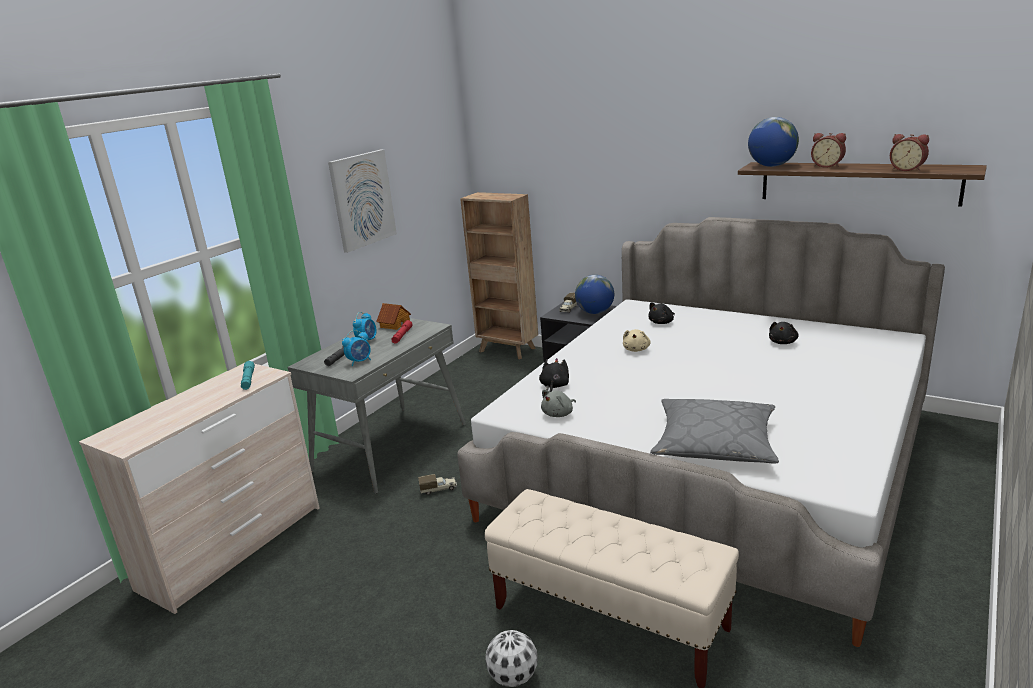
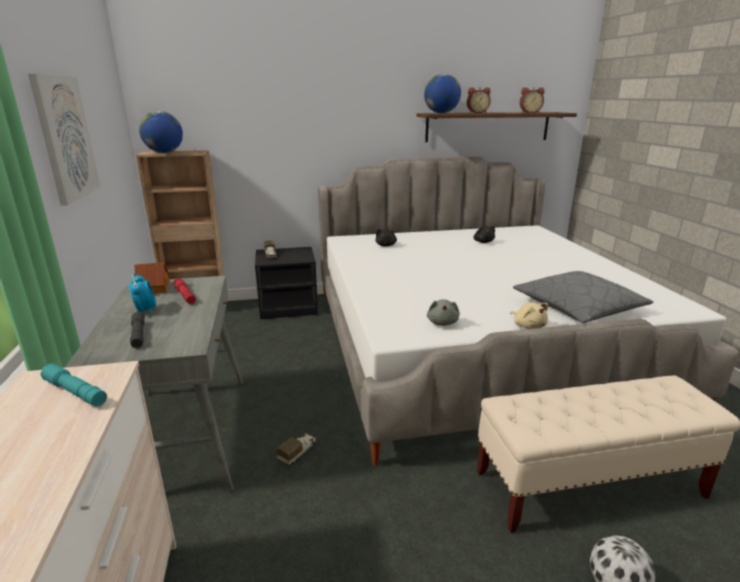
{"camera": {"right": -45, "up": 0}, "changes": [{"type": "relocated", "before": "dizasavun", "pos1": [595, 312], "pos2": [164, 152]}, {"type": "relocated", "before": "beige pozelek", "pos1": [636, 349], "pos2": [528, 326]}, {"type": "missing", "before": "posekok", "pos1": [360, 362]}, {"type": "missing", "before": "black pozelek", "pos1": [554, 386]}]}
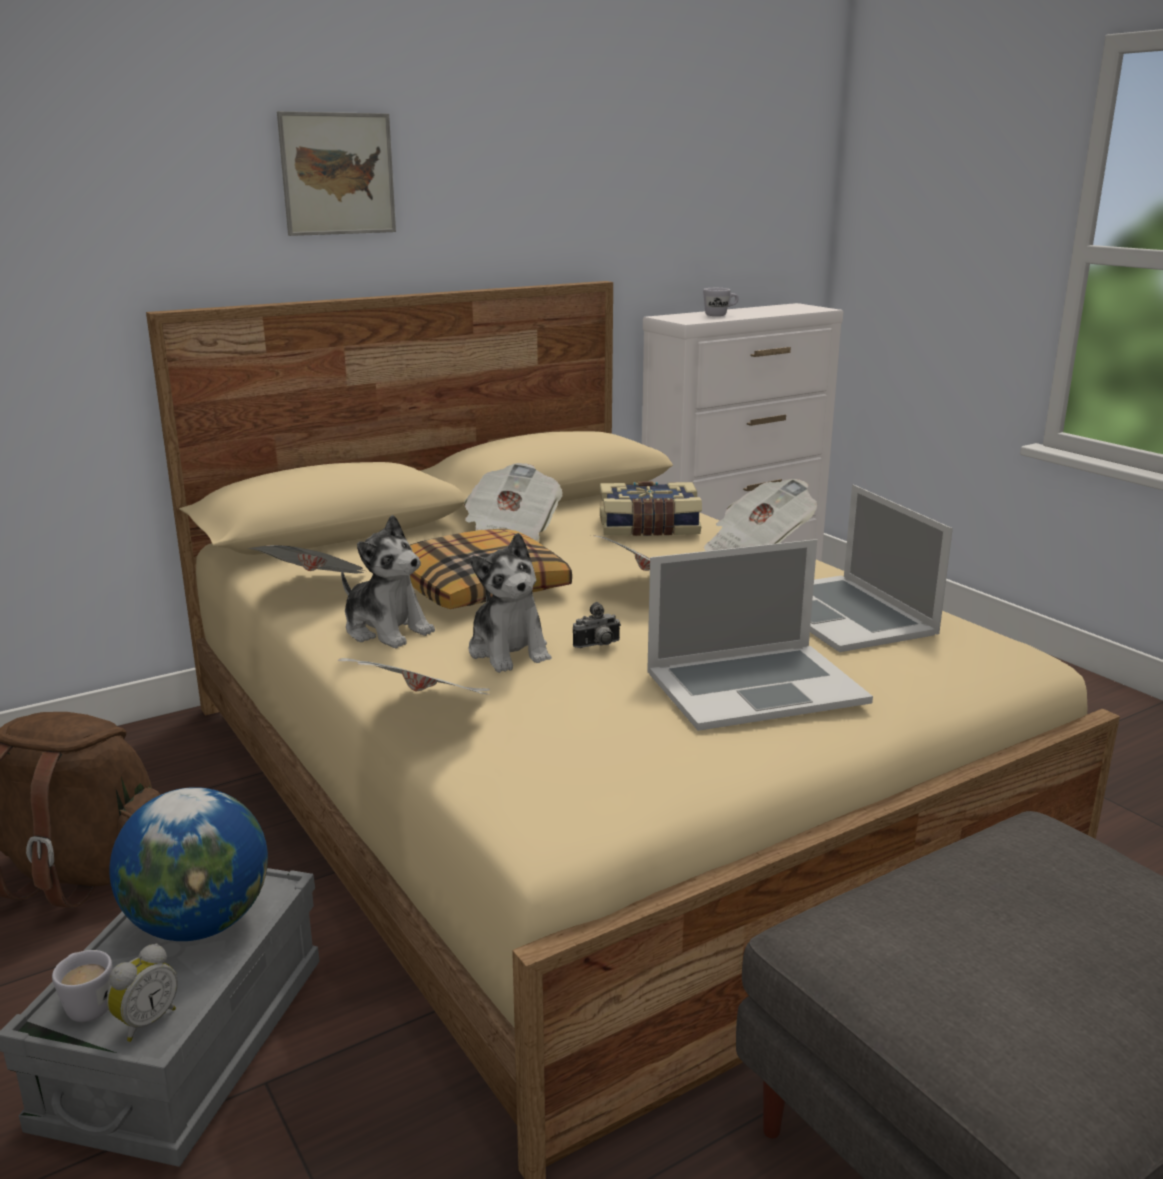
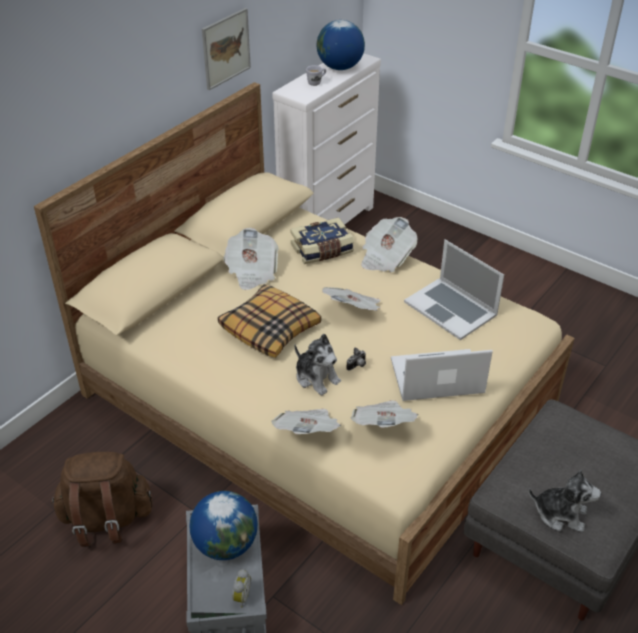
{"camera": {"right": -20, "up": 20}, "changes": [{"type": "relocated", "before": "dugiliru", "pos1": [337, 174], "pos2": [226, 48]}, {"type": "appeared", "after": "dizasavun", "pos2": [340, 67]}, {"type": "relocated", "before": "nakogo", "pos1": [316, 590], "pos2": [383, 426]}, {"type": "spun", "before": "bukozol", "pos1": [755, 686], "pos2": [437, 376], "turn": -150}, {"type": "relocated", "before": "pozelek", "pos1": [387, 630], "pos2": [560, 514]}, {"type": "missing", "before": "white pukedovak", "pos1": [87, 1004]}]}
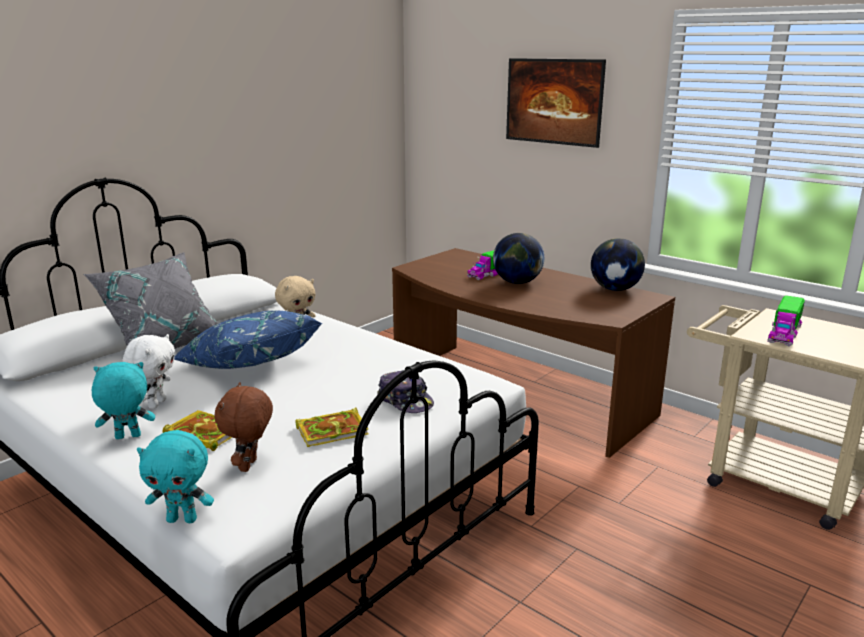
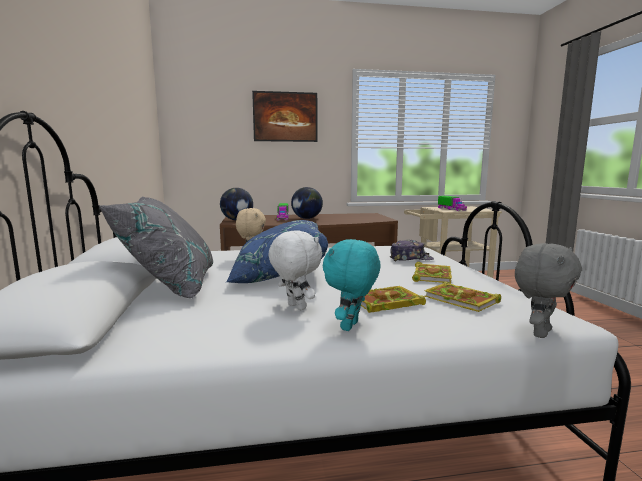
{"camera": {"right": -50, "up": -10}, "changes": [{"type": "relocated", "before": "dizasavun", "pos1": [615, 289], "pos2": [237, 220]}, {"type": "exchanged", "before": "brown pozelek", "after": "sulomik", "pos1": [249, 466], "pos2": [462, 300]}, {"type": "colour", "before": "turquoise pozelek", "after": "grey pozelek", "pos1": [183, 519], "pos2": [539, 332]}]}
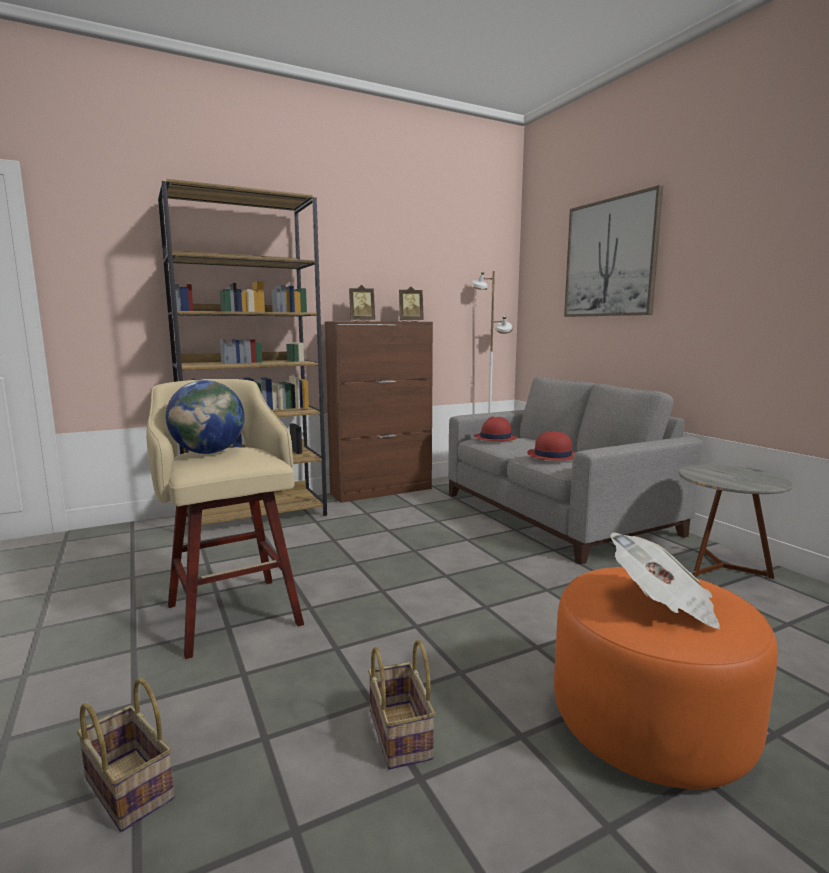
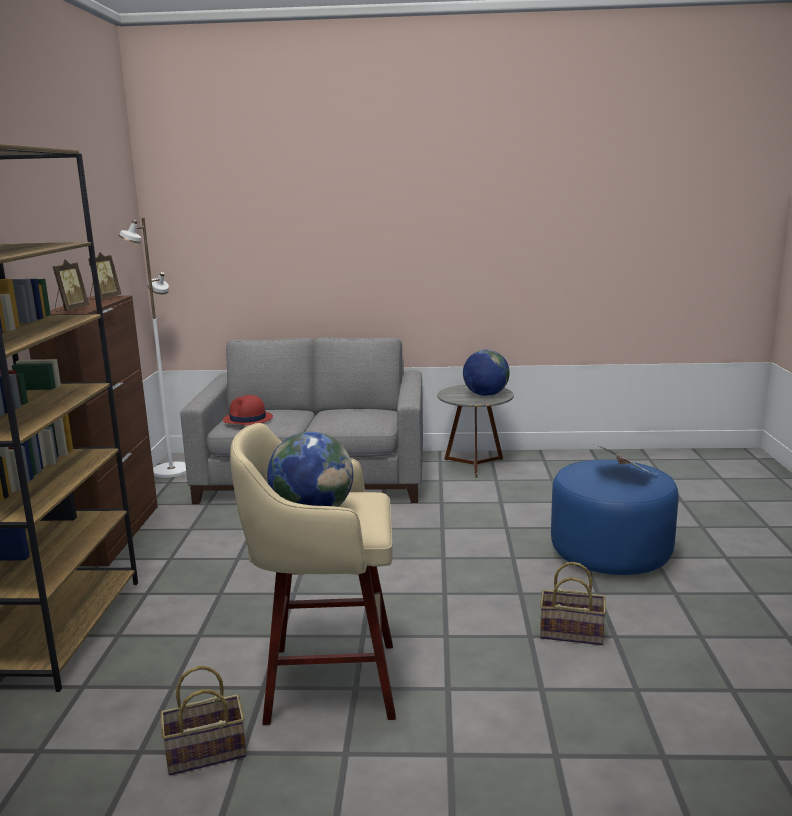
{"camera": {"right": -60, "up": 5}, "changes": [{"type": "relocated", "before": "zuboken", "pos1": [125, 788], "pos2": [204, 754]}, {"type": "appeared", "after": "dizasavun", "pos2": [485, 395]}, {"type": "colour", "before": "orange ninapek", "after": "blue ninapek", "pos1": [649, 724], "pos2": [610, 553]}, {"type": "missing", "before": "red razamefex", "pos1": [552, 456]}, {"type": "missing", "before": "dugiliru", "pos1": [610, 258]}]}
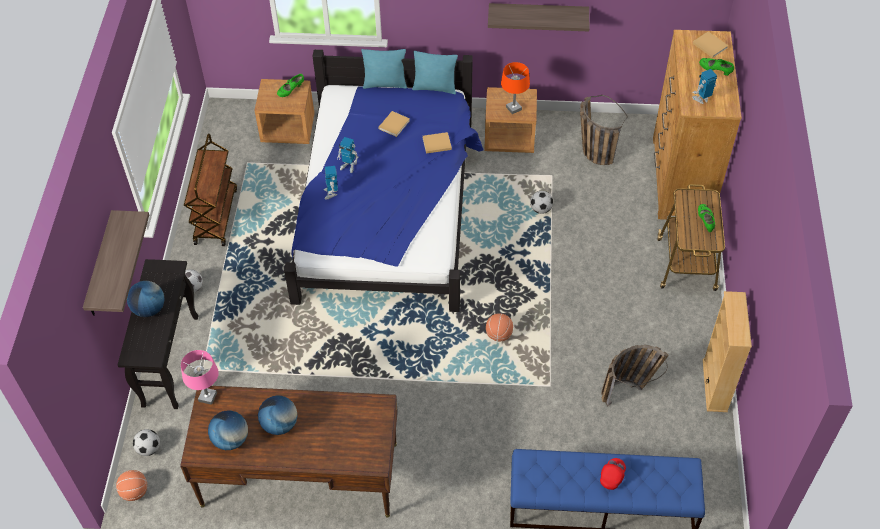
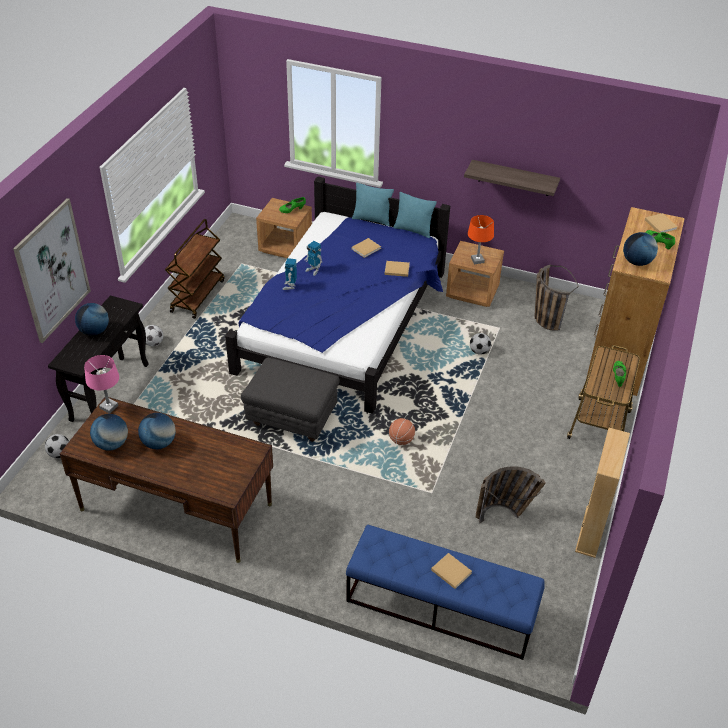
{"camera": {"right": 15, "up": -10}, "changes": [{"type": "exchanged", "before": "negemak", "after": "dugiliru", "pos1": [100, 266], "pos2": [52, 270]}, {"type": "appeared", "after": "grey ninapek", "pos2": [292, 419]}, {"type": "exchanged", "before": "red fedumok", "after": "beige sulomik", "pos1": [612, 476], "pos2": [450, 571]}, {"type": "exchanged", "before": "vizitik", "after": "dizasavun", "pos1": [701, 99], "pos2": [636, 262]}, {"type": "missing", "before": "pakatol", "pos1": [134, 492]}]}
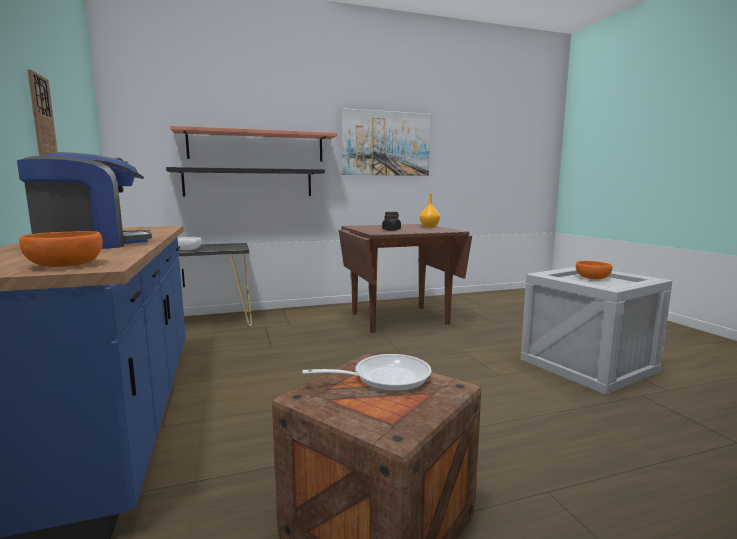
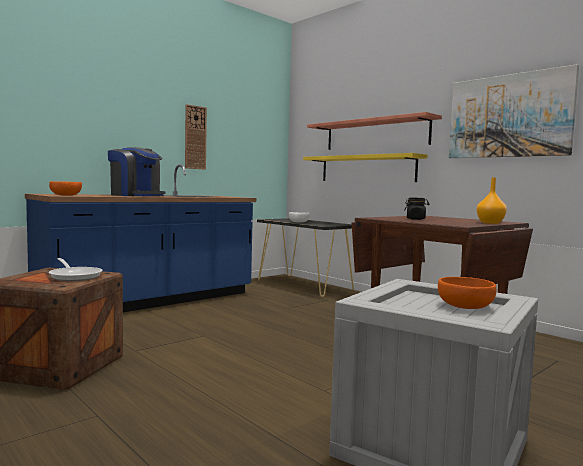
{"camera": {"right": 65, "up": -5}, "changes": [{"type": "colour", "before": "black negemak", "after": "yellow negemak", "pos1": [249, 182], "pos2": [366, 169]}]}
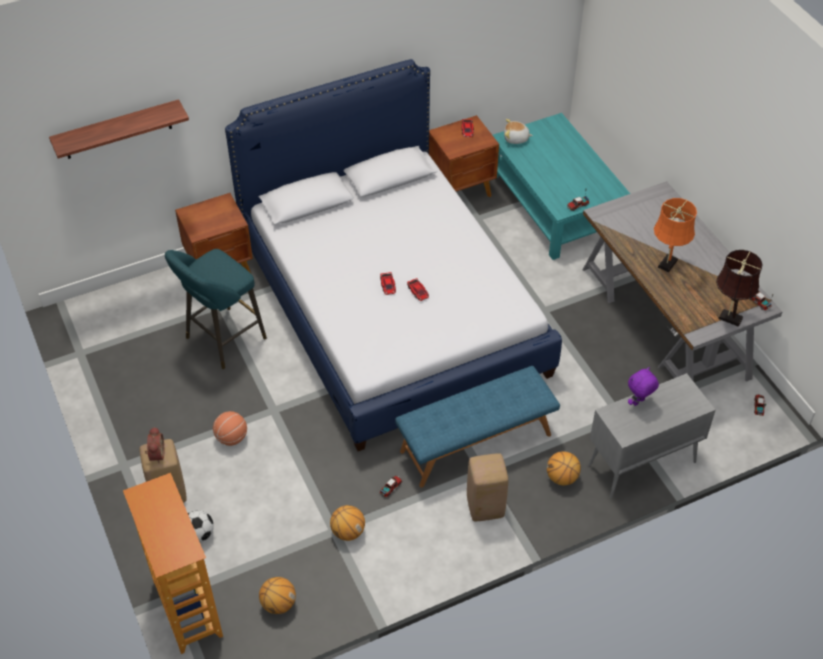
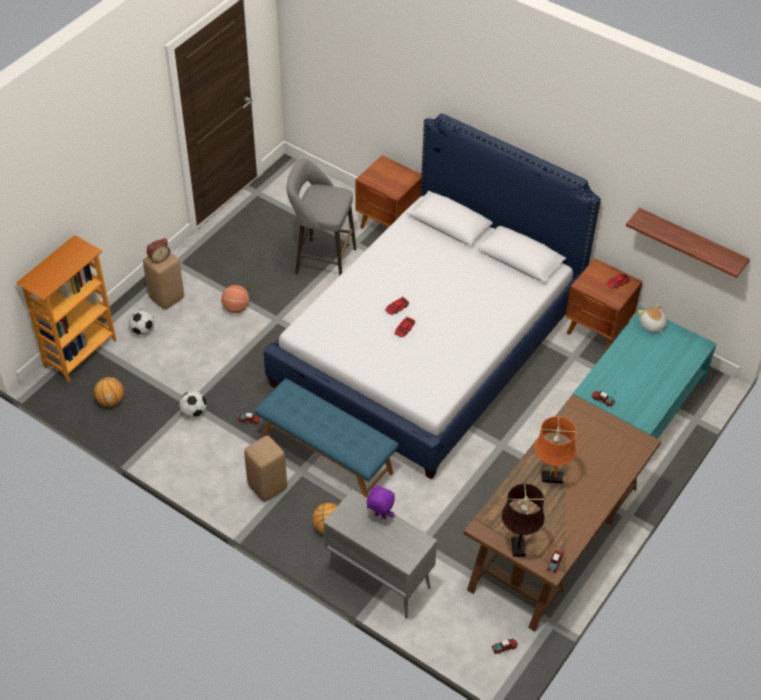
{"camera": {"right": 60, "up": 0}, "changes": [{"type": "exchanged", "before": "pakatol", "after": "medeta", "pos1": [348, 532], "pos2": [194, 412]}, {"type": "colour", "before": "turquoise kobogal", "after": "grey kobogal", "pos1": [222, 340], "pos2": [322, 260]}, {"type": "colour", "before": "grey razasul", "after": "brown razasul", "pos1": [665, 322], "pos2": [555, 539]}, {"type": "relocated", "before": "negemak", "pos1": [117, 130], "pos2": [691, 243]}]}
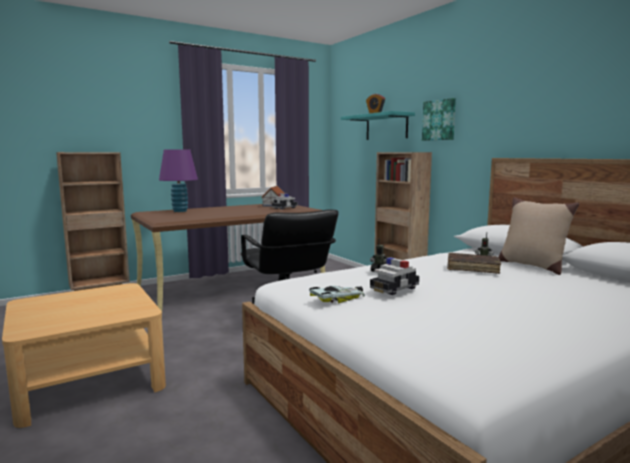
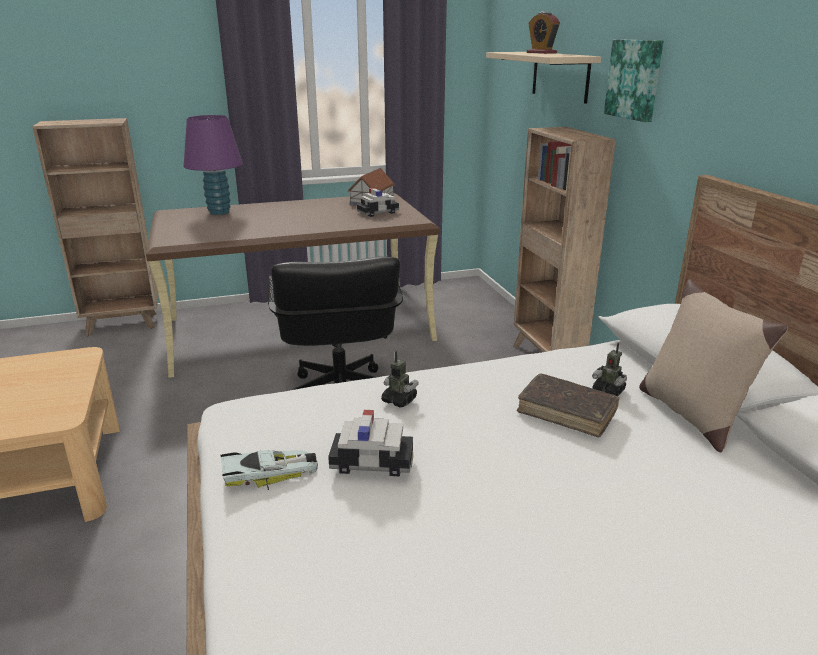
{"camera": {"right": 15, "up": 15}, "changes": [{"type": "spun", "before": "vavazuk", "pos1": [394, 289], "pos2": [372, 462], "turn": -150}, {"type": "colour", "before": "turquoise negemak", "after": "beige negemak", "pos1": [386, 127], "pos2": [560, 76]}]}
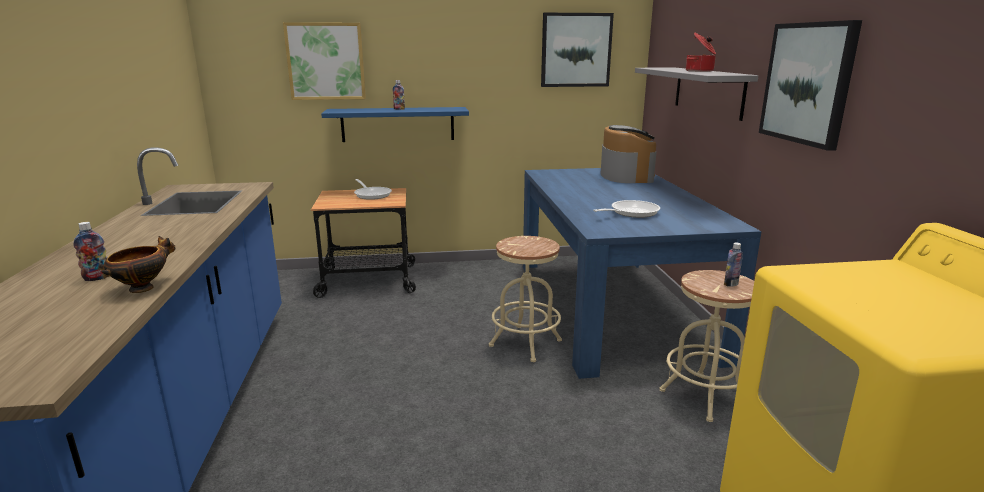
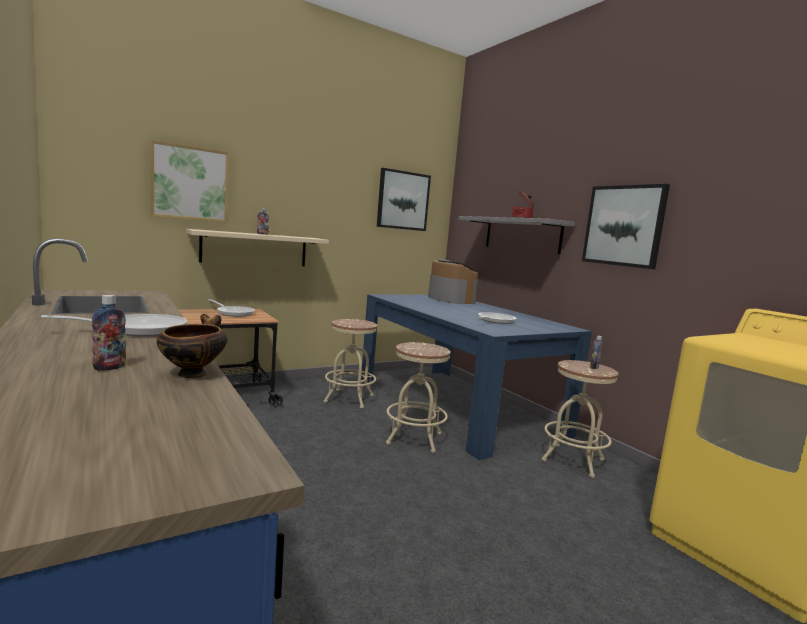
{"camera": {"right": -25, "up": -10}, "changes": [{"type": "appeared", "after": "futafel", "pos2": [138, 330]}, {"type": "colour", "before": "blue negemak", "after": "beige negemak", "pos1": [398, 124], "pos2": [255, 249]}, {"type": "appeared", "after": "beige kobogal", "pos2": [349, 398]}]}
